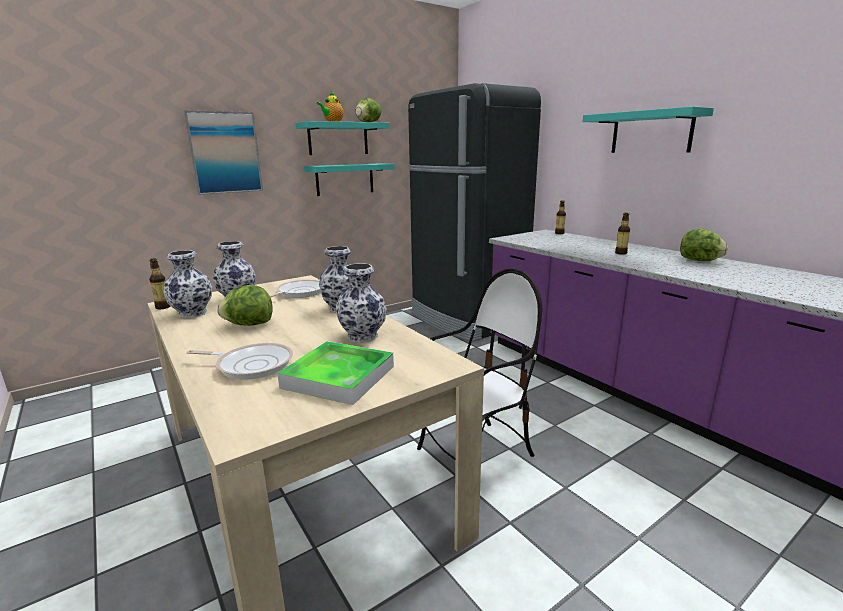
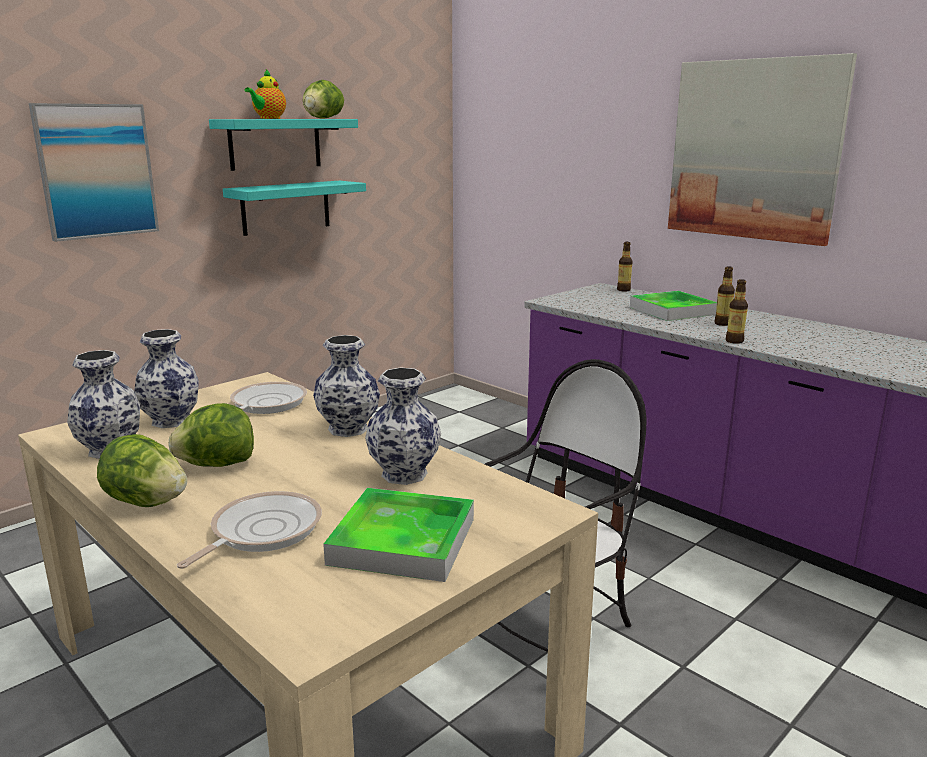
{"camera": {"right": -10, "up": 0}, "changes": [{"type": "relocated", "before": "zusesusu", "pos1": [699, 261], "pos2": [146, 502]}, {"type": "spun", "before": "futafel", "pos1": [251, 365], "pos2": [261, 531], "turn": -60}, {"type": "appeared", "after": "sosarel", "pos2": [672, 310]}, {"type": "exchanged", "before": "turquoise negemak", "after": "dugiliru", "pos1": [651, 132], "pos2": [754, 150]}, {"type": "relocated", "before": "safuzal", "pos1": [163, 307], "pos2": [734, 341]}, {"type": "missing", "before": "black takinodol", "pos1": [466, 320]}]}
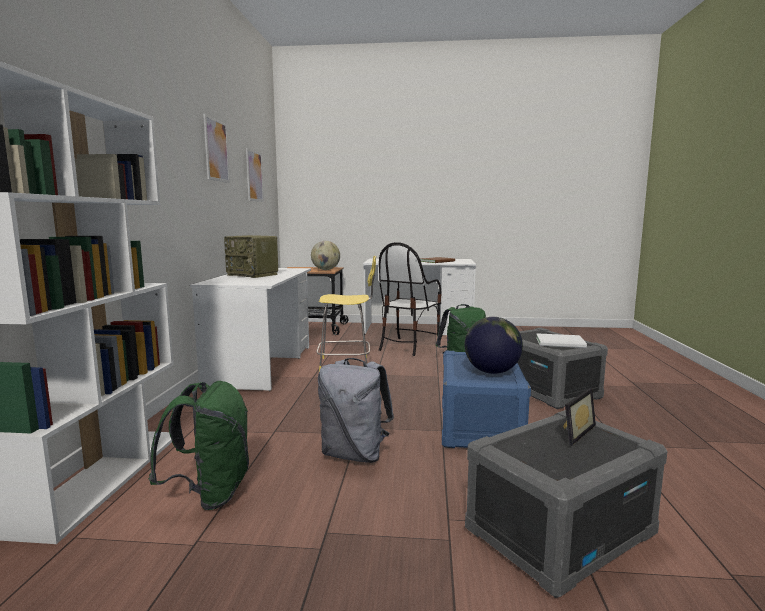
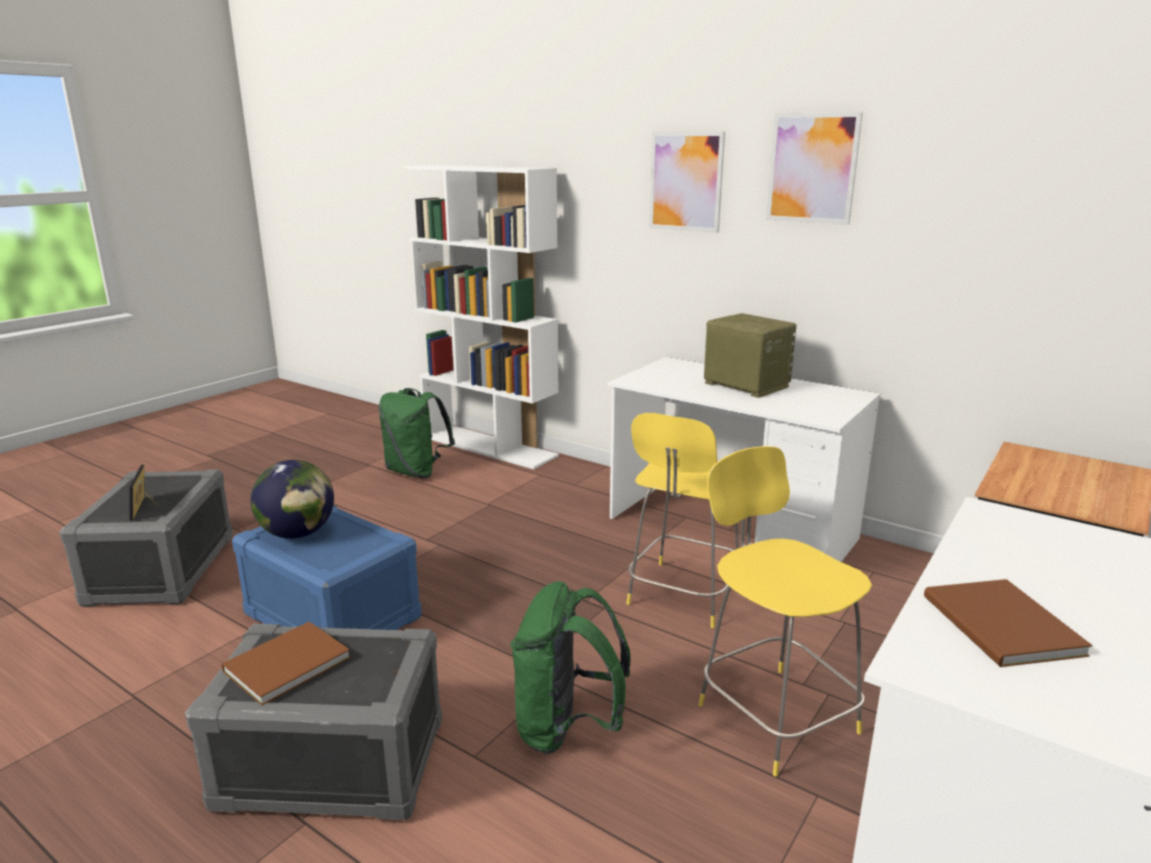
{"camera": {"right": 120, "up": 10}, "changes": [{"type": "colour", "before": "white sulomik", "after": "brown sulomik", "pos1": [561, 343], "pos2": [283, 664]}, {"type": "relocated", "before": "dugiliru", "pos1": [254, 176], "pos2": [685, 182]}, {"type": "exchanged", "before": "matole", "after": "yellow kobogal", "pos1": [408, 346], "pos2": [773, 715]}, {"type": "spun", "before": "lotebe", "pos1": [253, 275], "pos2": [744, 385], "turn": 75}, {"type": "missing", "before": "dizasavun", "pos1": [326, 270]}, {"type": "missing", "before": "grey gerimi", "pos1": [355, 454]}]}
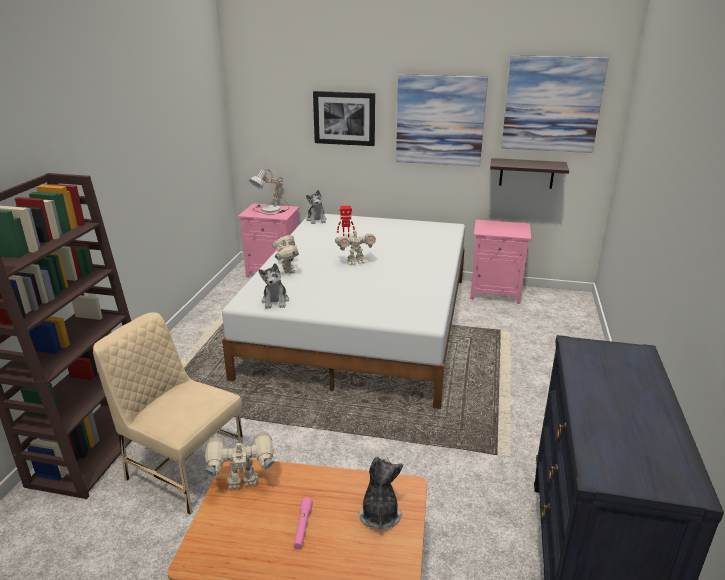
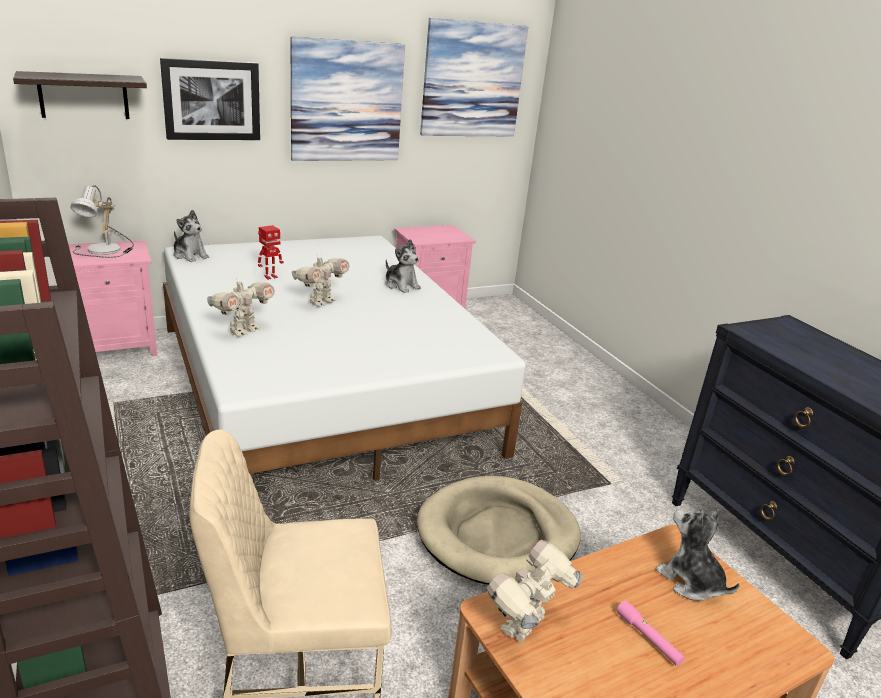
{"camera": {"right": -40, "up": 0}, "changes": [{"type": "relocated", "before": "negemak", "pos1": [526, 173], "pos2": [83, 96]}, {"type": "spun", "before": "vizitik", "pos1": [287, 270], "pos2": [243, 330], "turn": 90}, {"type": "relocated", "before": "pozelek", "pos1": [275, 301], "pos2": [401, 285]}, {"type": "appeared", "after": "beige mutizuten", "pos2": [498, 535]}]}
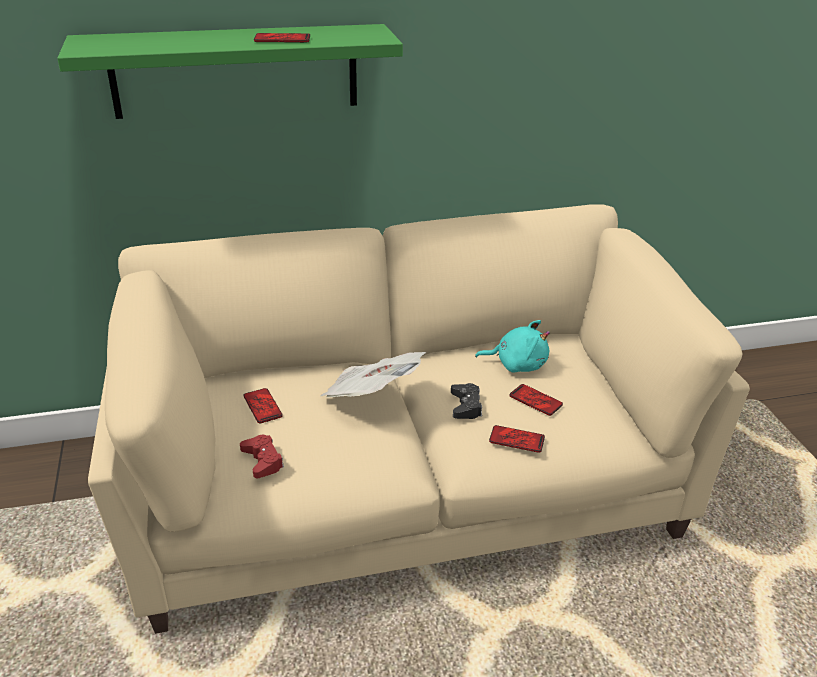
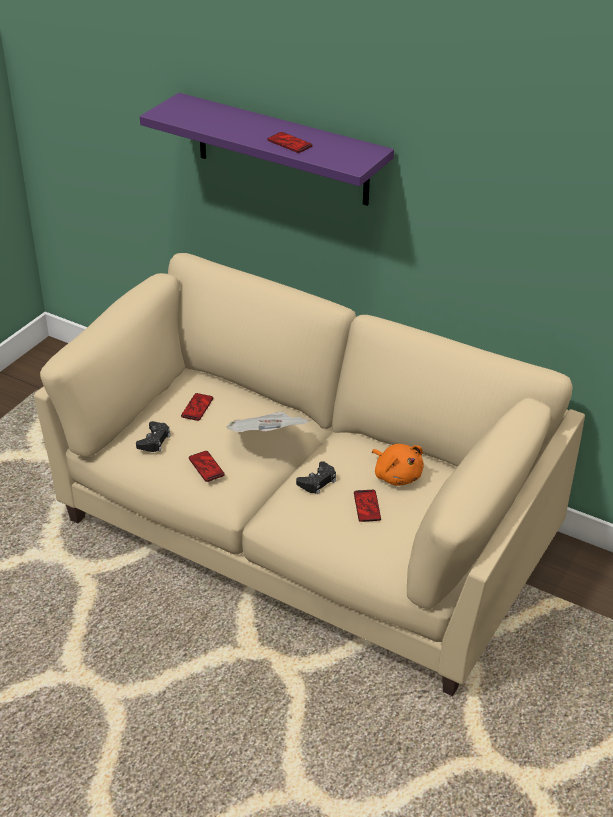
{"camera": {"right": 45, "up": 5}, "changes": [{"type": "colour", "before": "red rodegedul", "after": "black rodegedul", "pos1": [262, 461], "pos2": [154, 441]}, {"type": "colour", "before": "green negemak", "after": "purple negemak", "pos1": [236, 71], "pos2": [282, 150]}, {"type": "relocated", "before": "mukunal", "pos1": [516, 440], "pos2": [206, 467]}, {"type": "colour", "before": "turquoise pozelek", "after": "orange pozelek", "pos1": [517, 364], "pos2": [397, 475]}]}
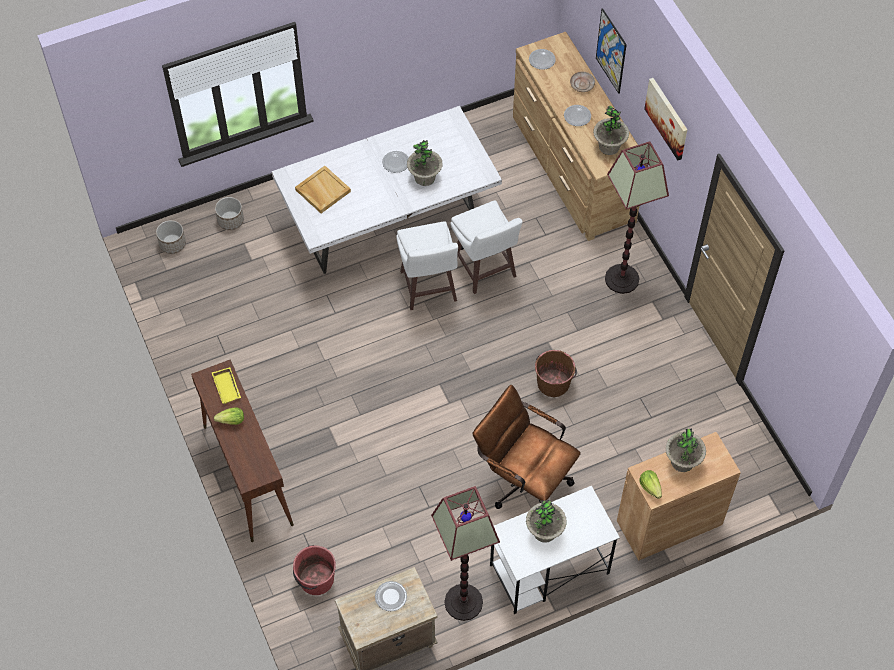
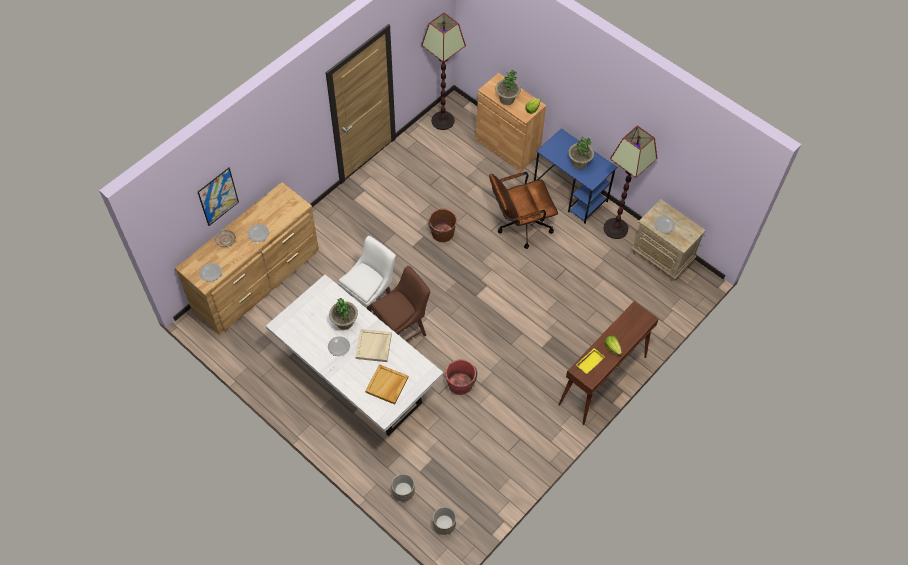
{"camera": {"right": -115, "up": 0}, "changes": [{"type": "appeared", "after": "beige sosarel", "pos2": [374, 346]}, {"type": "colour", "before": "white kobogal", "after": "brown kobogal", "pos1": [428, 288], "pos2": [402, 331]}, {"type": "relocated", "before": "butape", "pos1": [622, 278], "pos2": [442, 120]}, {"type": "relocated", "before": "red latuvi", "pos1": [316, 579], "pos2": [460, 384]}, {"type": "spun", "before": "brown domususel", "pos1": [523, 480], "pos2": [519, 226], "turn": 60}, {"type": "colour", "before": "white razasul", "after": "blue razasul", "pos1": [548, 570], "pos2": [570, 194]}, {"type": "missing", "before": "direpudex", "pos1": [609, 146]}, {"type": "missing", "before": "dugiliru", "pos1": [667, 118]}]}
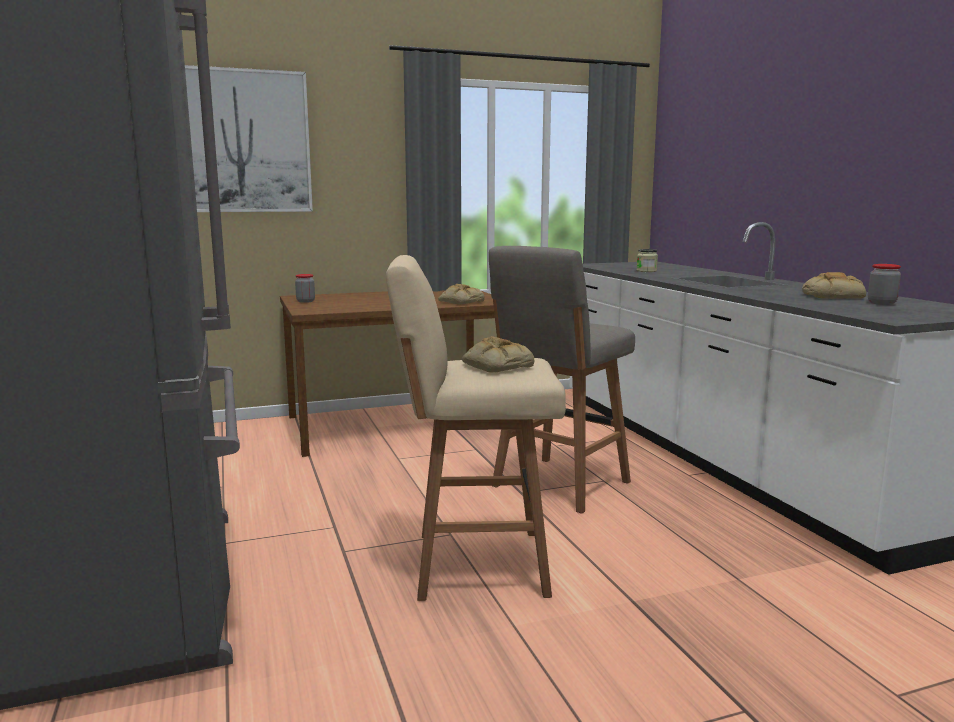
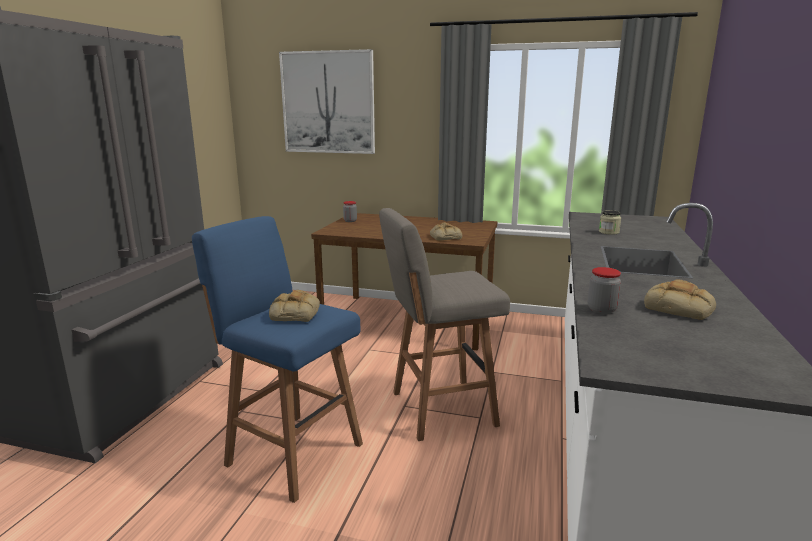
{"camera": {"right": 35, "up": 5}, "changes": [{"type": "colour", "before": "beige kobogal", "after": "blue kobogal", "pos1": [474, 563], "pos2": [291, 452]}, {"type": "relocated", "before": "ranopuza", "pos1": [881, 303], "pos2": [601, 310]}]}
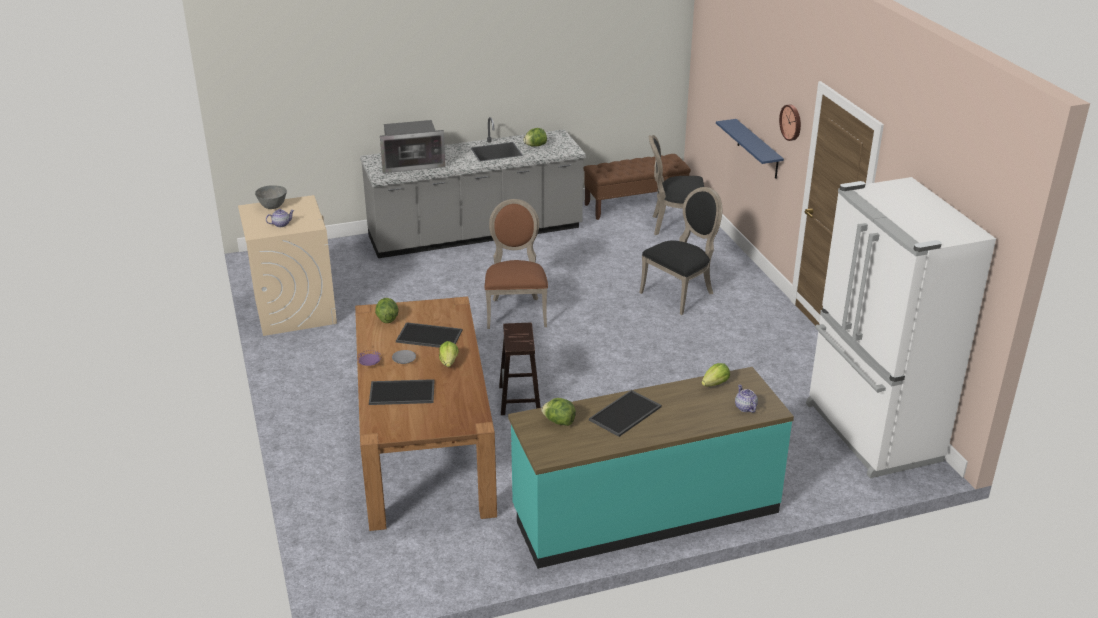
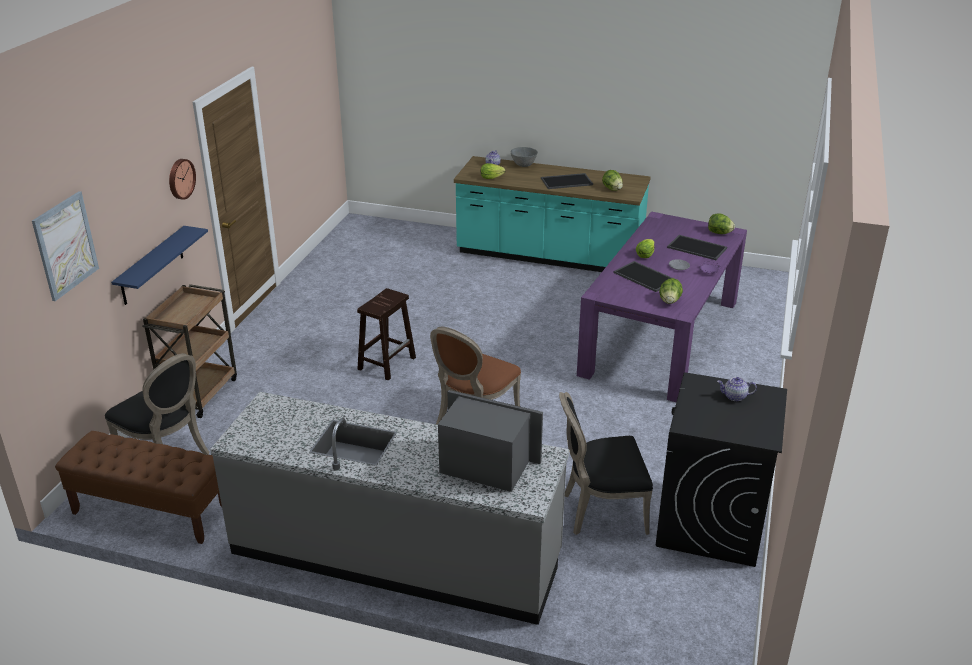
{"camera": {"right": -145, "up": 0}, "changes": [{"type": "appeared", "after": "dugiliru", "pos2": [65, 245]}, {"type": "appeared", "after": "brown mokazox", "pos2": [200, 393]}, {"type": "relocated", "before": "brown kobogal", "pos1": [520, 400], "pos2": [387, 363]}, {"type": "relocated", "before": "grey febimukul", "pos1": [272, 207], "pos2": [524, 165]}, {"type": "relocated", "before": "black matole", "pos1": [680, 293], "pos2": [600, 511]}, {"type": "colour", "before": "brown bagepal", "after": "purple bagepal", "pos1": [425, 445], "pos2": [661, 337]}, {"type": "colour", "before": "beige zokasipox", "after": "black zokasipox", "pos1": [294, 310], "pos2": [710, 523]}, {"type": "relocated", "before": "zusesusu", "pos1": [535, 146], "pos2": [719, 233]}, {"type": "missing", "before": "white takinodol", "pos1": [870, 433]}]}
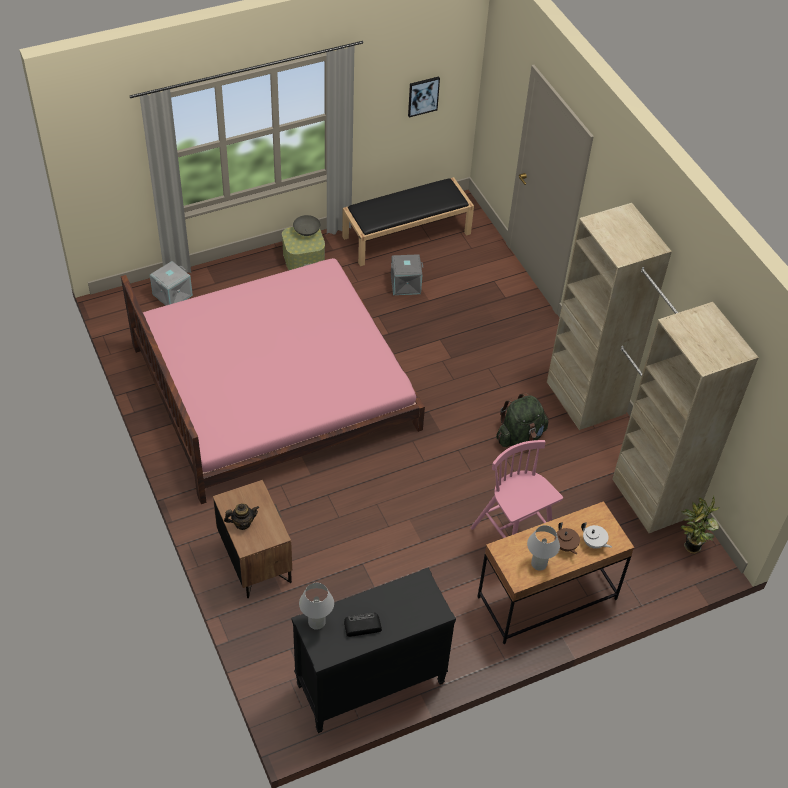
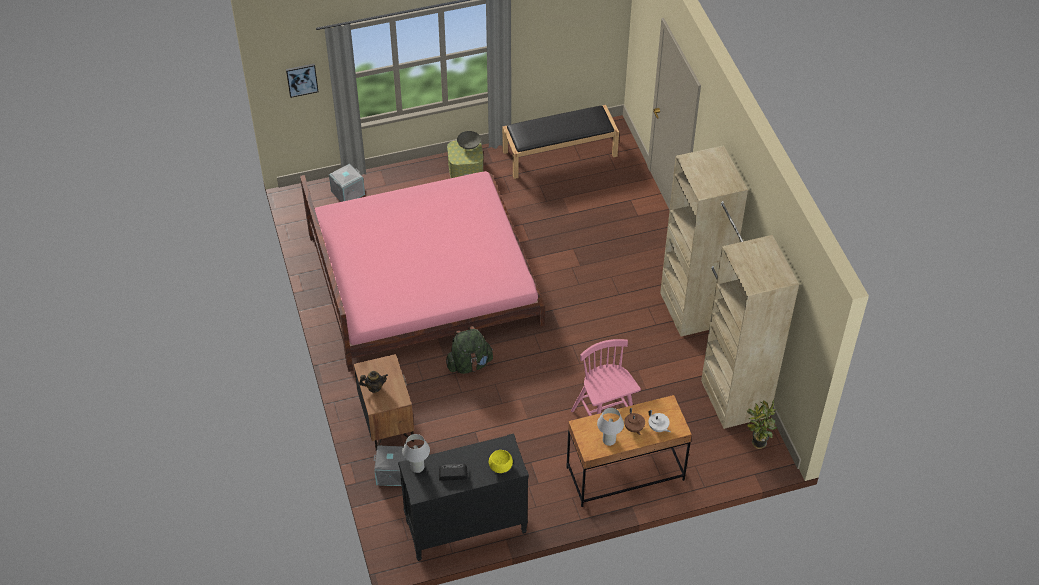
{"camera": {"right": 10, "up": 0}, "changes": [{"type": "relocated", "before": "dugiliru", "pos1": [423, 96], "pos2": [302, 79]}, {"type": "relocated", "before": "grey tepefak", "pos1": [405, 284], "pos2": [392, 473]}, {"type": "relocated", "before": "green gerimi", "pos1": [520, 436], "pos2": [469, 364]}, {"type": "appeared", "after": "yellow febimukul", "pos2": [501, 466]}]}
